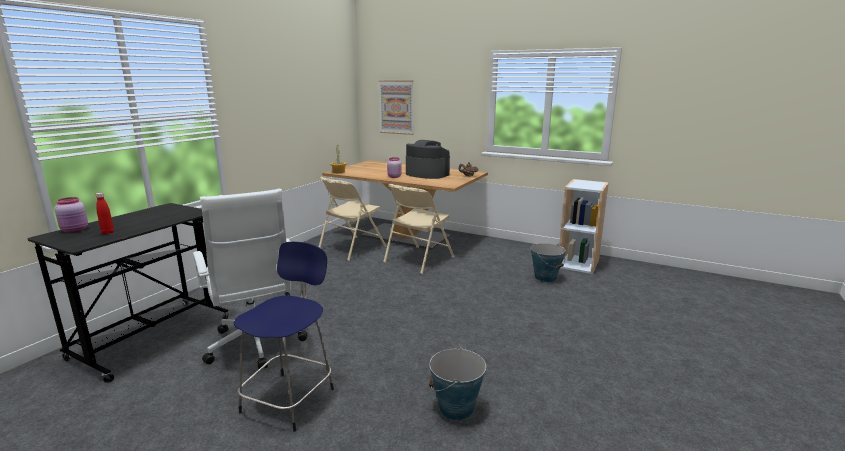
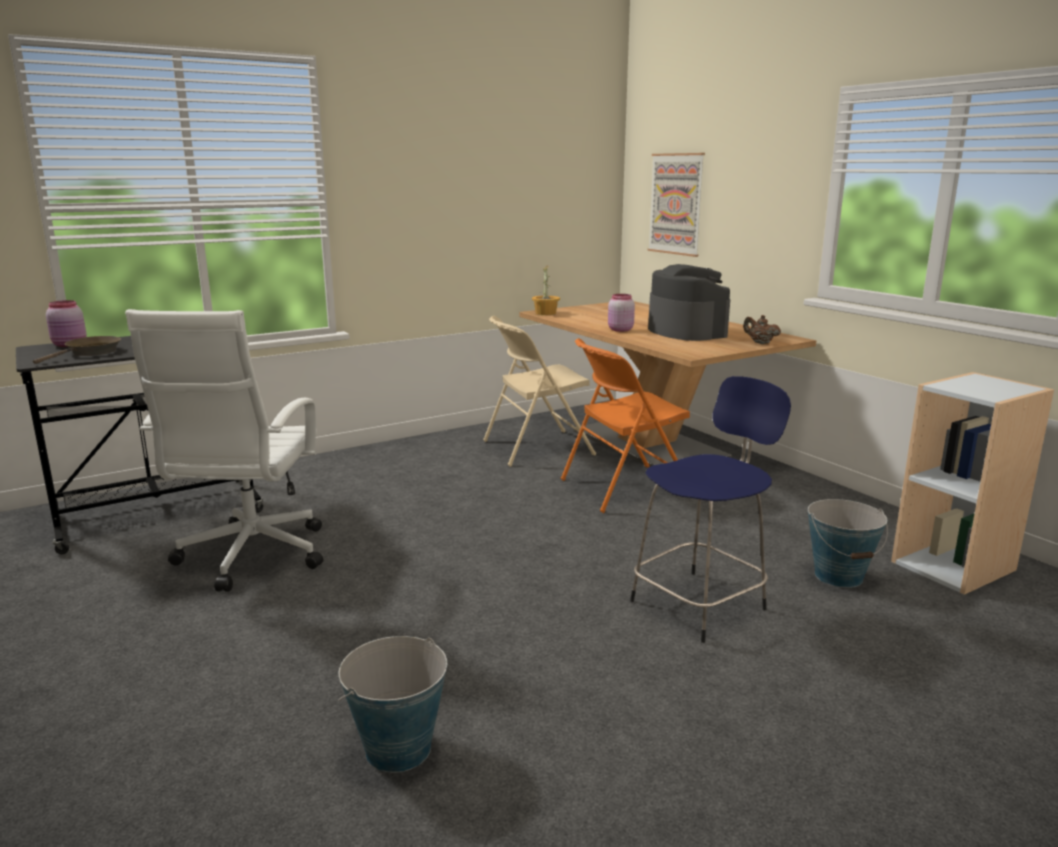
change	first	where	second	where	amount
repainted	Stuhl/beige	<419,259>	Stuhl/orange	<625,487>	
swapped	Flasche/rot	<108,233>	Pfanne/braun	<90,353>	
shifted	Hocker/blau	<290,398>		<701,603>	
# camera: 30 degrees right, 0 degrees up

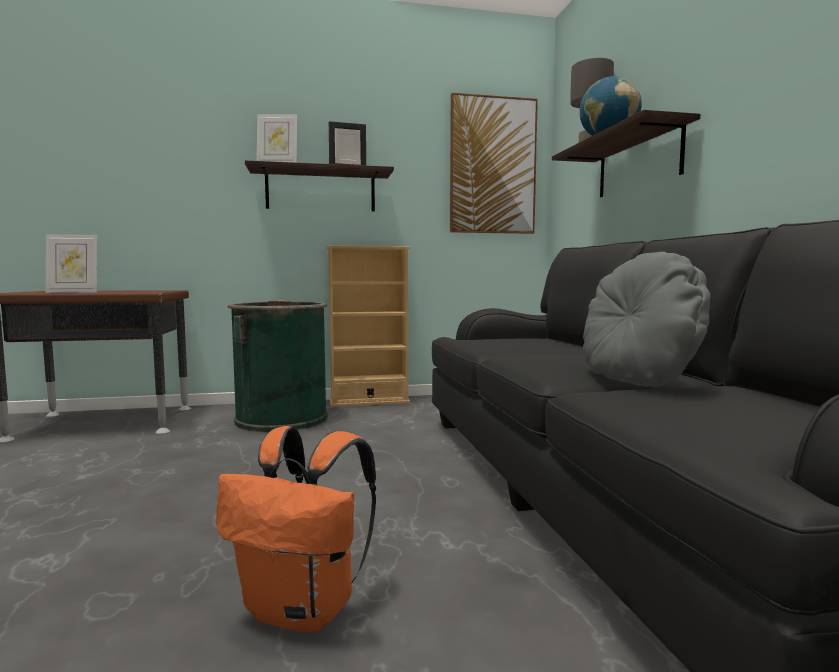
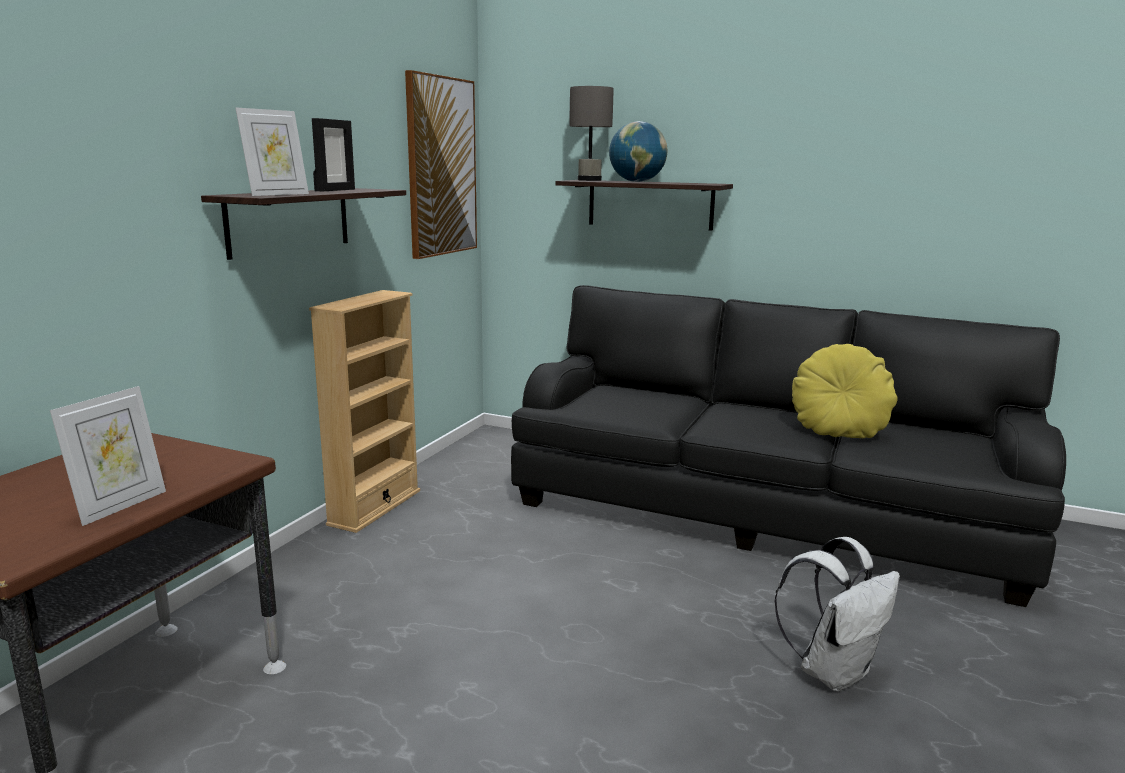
change	first	where	second	where	amount
repainted	Kissen/grau	<638,383>	Kissen/gelb	<838,434>	
gone	Mülleimer/grün	<282,419>			
repainted	Rucksack/orange	<304,610>	Rucksack/weiß	<833,671>	
# camera: 55 degrees left, 10 degrees up

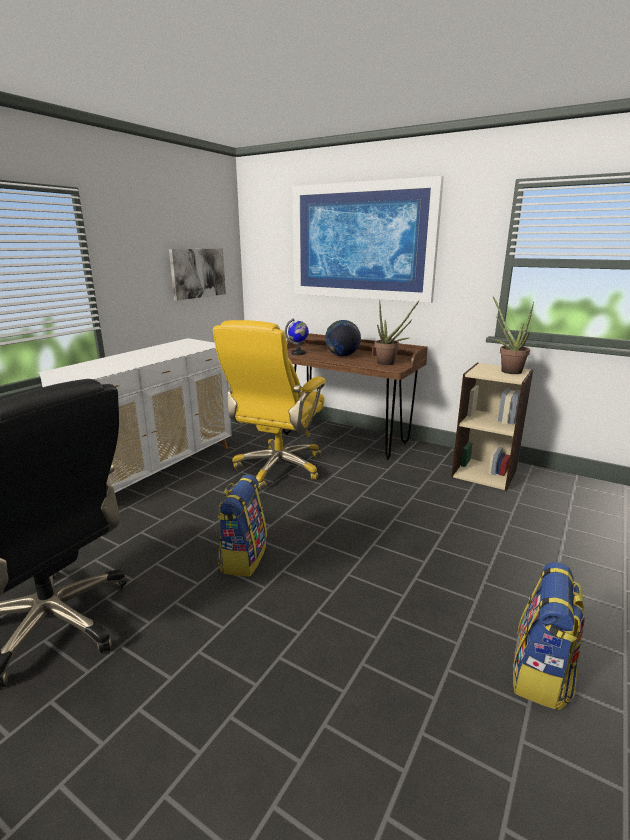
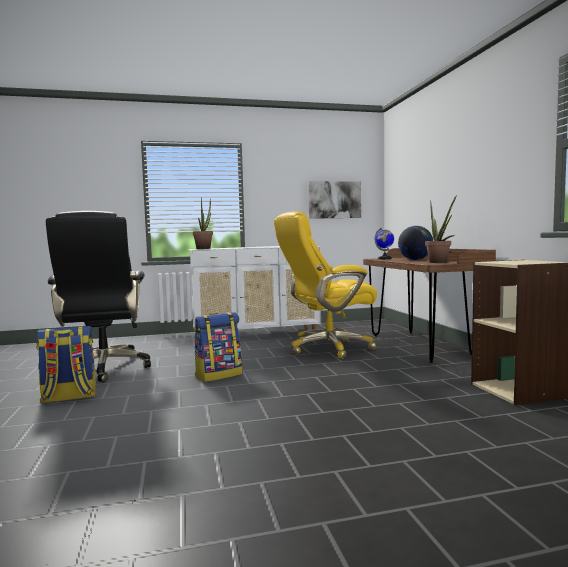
change	first	where	second	where	amount
gone	Bild	<361,242>			
shifted	Topfpflanze	<507,370>		<204,248>	
shifted	Rucksack	<541,675>		<69,397>	
# camera: 45 degrees right, 15 degrees down

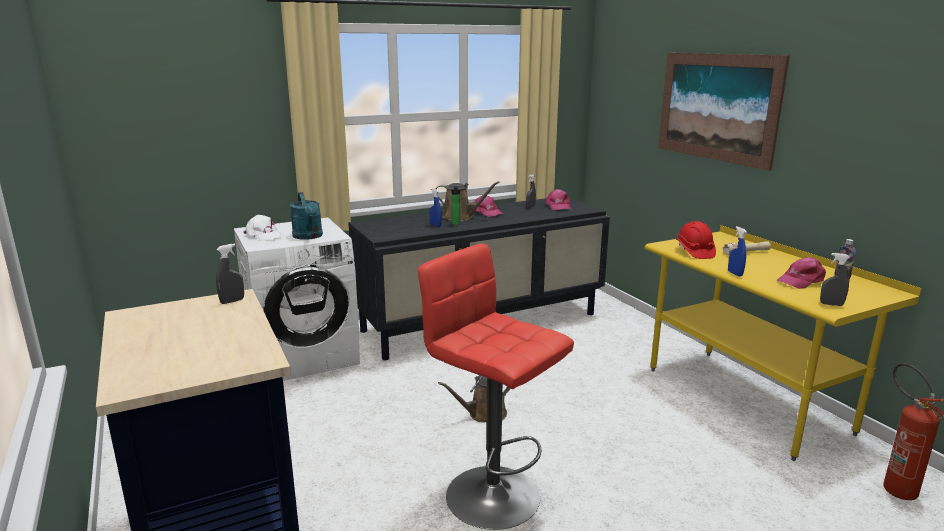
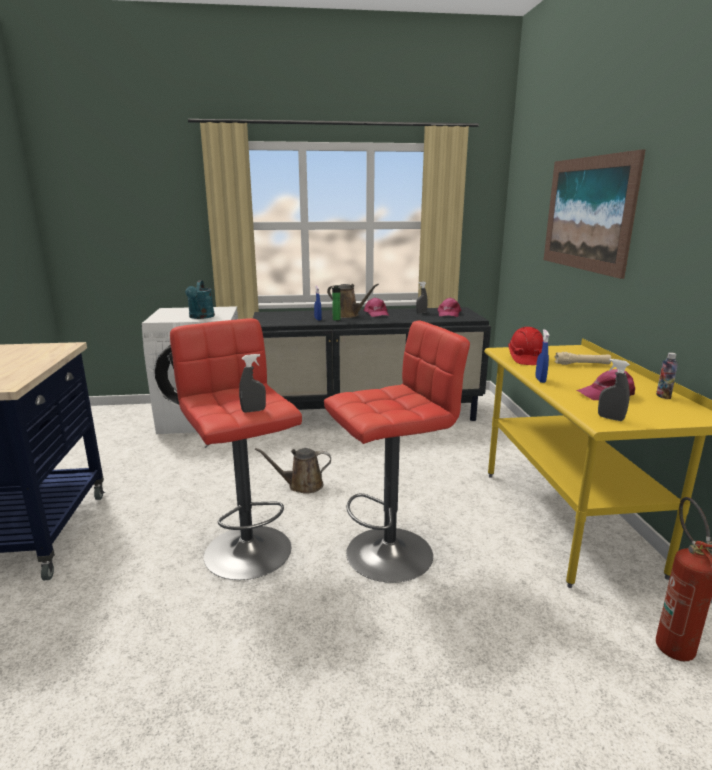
change	first	where	second	where	amount
gone	Kappe/weiß	<264,235>			
shifted	Sprühflasche/grau	<232,301>		<253,410>	
new			Hocker/rot	<390,554>	
# camera: 20 degrees right, 0 degrees up

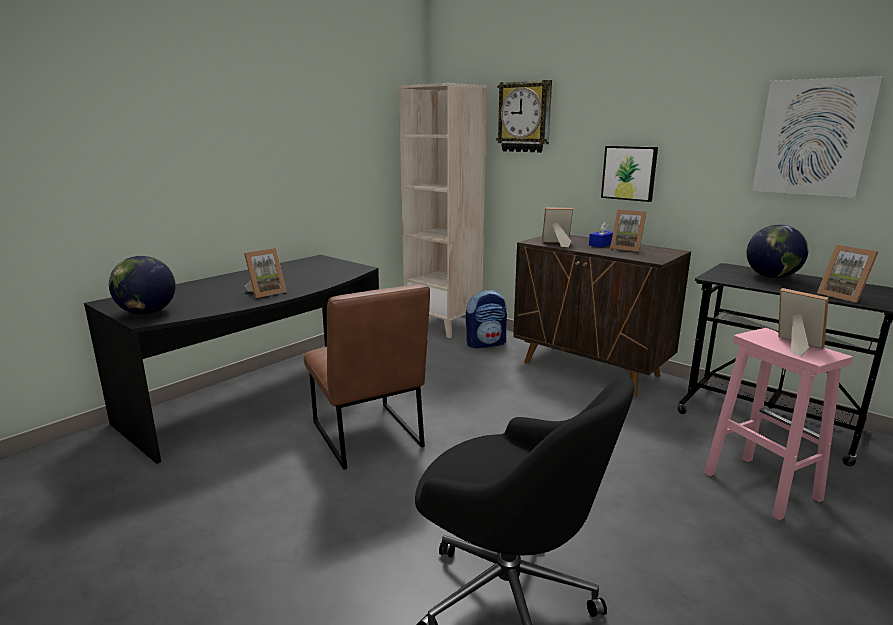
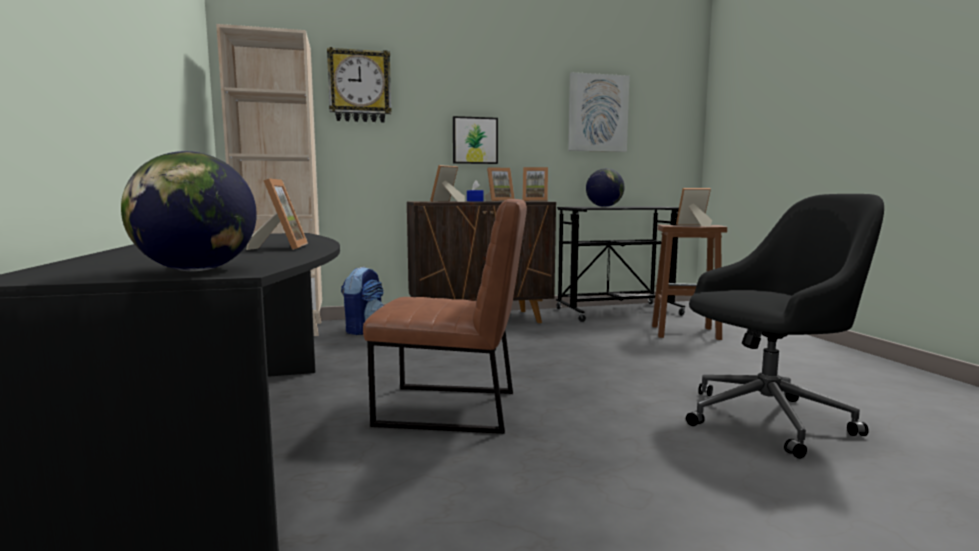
change	first	where	second	where	amount
shifted	Bilderrahmen	<843,296>		<535,201>	
repainted	Hocker/rosa	<759,485>	Hocker/braun	<684,332>	
# camera: 55 degrees left, 10 degrees down

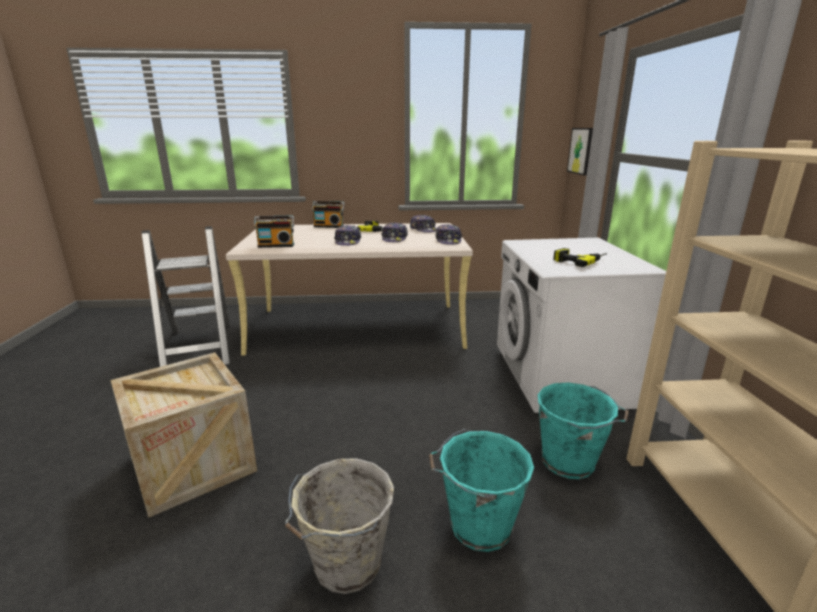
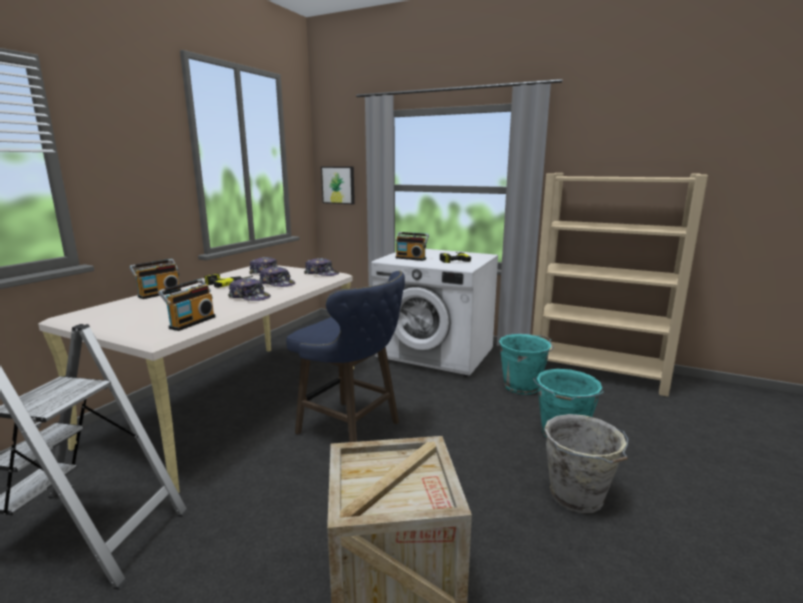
change	first	where	second	where	amount
new			Radio	<411,258>	
new			Hocker/blau	<352,429>	
# camera: 60 degrees left, 5 degrees down

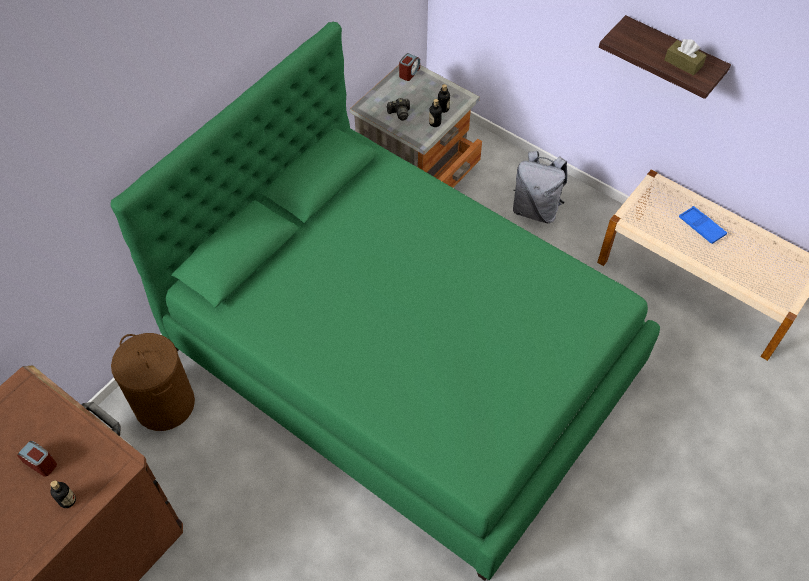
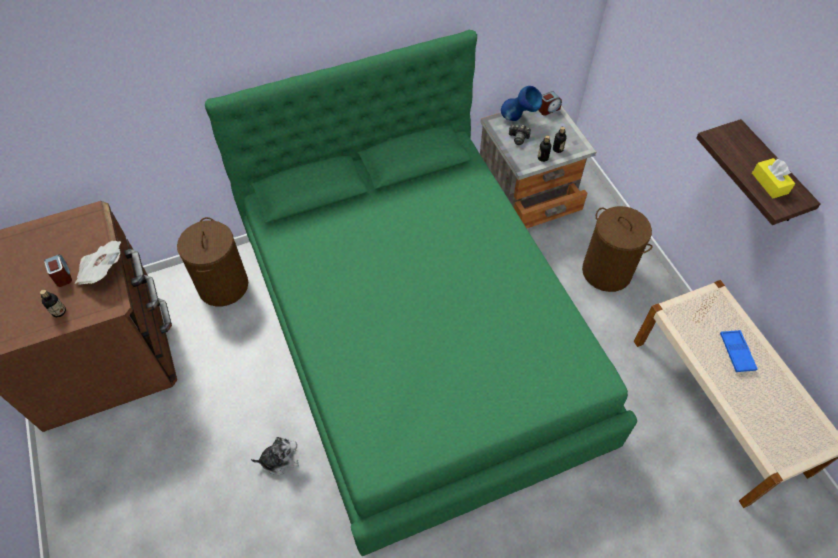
change	first	where	second	where	amount
repainted	Taschentuchbox/braun	<683,63>	Taschentuchbox/gelb	<769,183>	
swapped	Rucksack/grau	<536,209>	Wäschekorb/braun	<607,272>	
new			Vase/blau	<519,119>	
new			Zeitung	<103,271>	
new			Plüschtier	<280,459>	
# camera: 30 degrees right, 0 degrees up

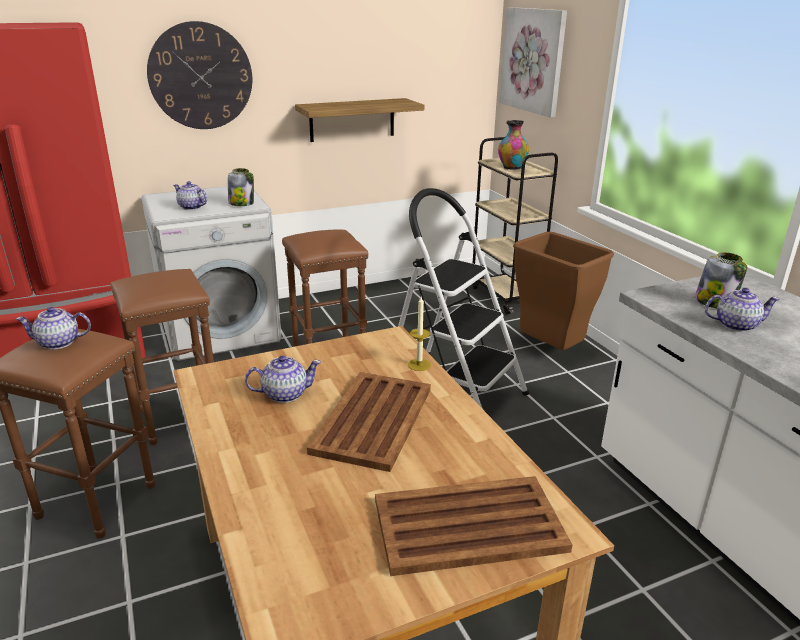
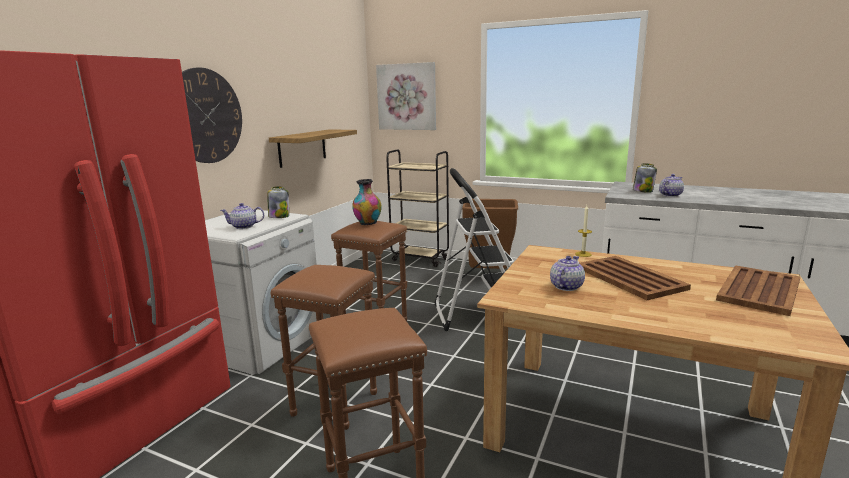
change	first	where	second	where	amount
shifted	Vase	<511,168>		<367,223>	
gone	Teekanne	<59,343>			
# camera: 40 degrees left, 10 degrees down

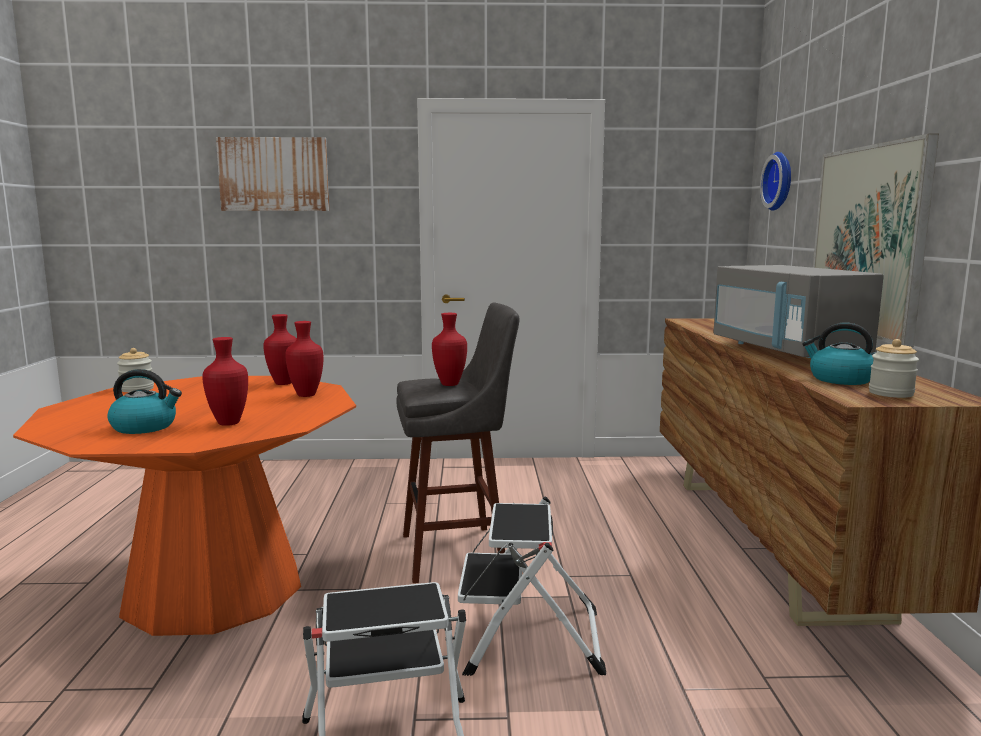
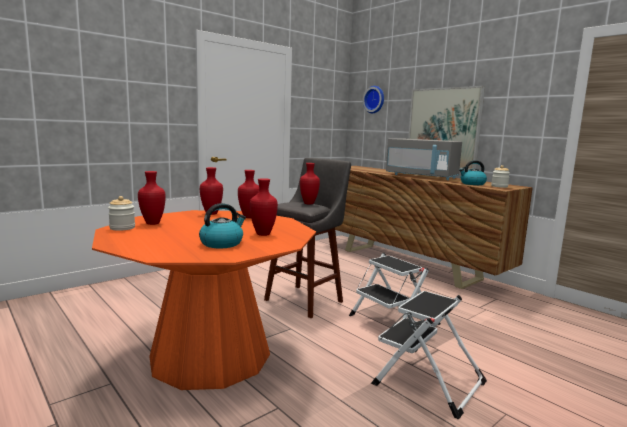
change	first	where	second	where	amount
gone	Bild	<274,174>			
new			Vase/rot	<153,223>	
# camera: 40 degrees left, 0 degrees up

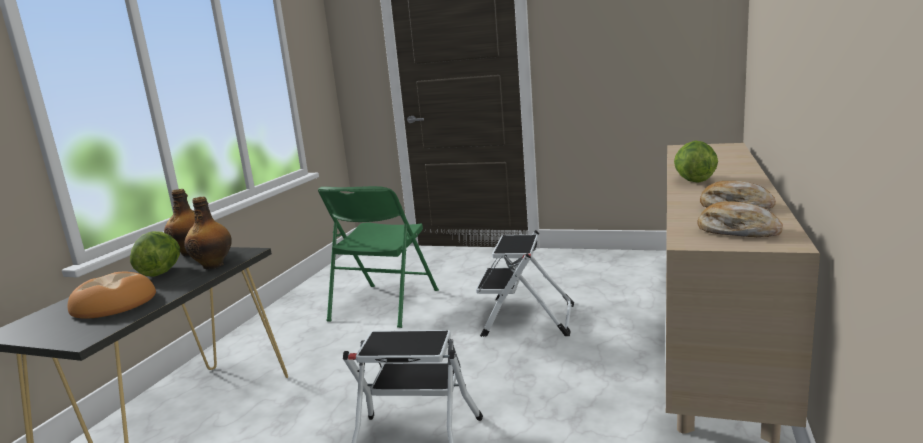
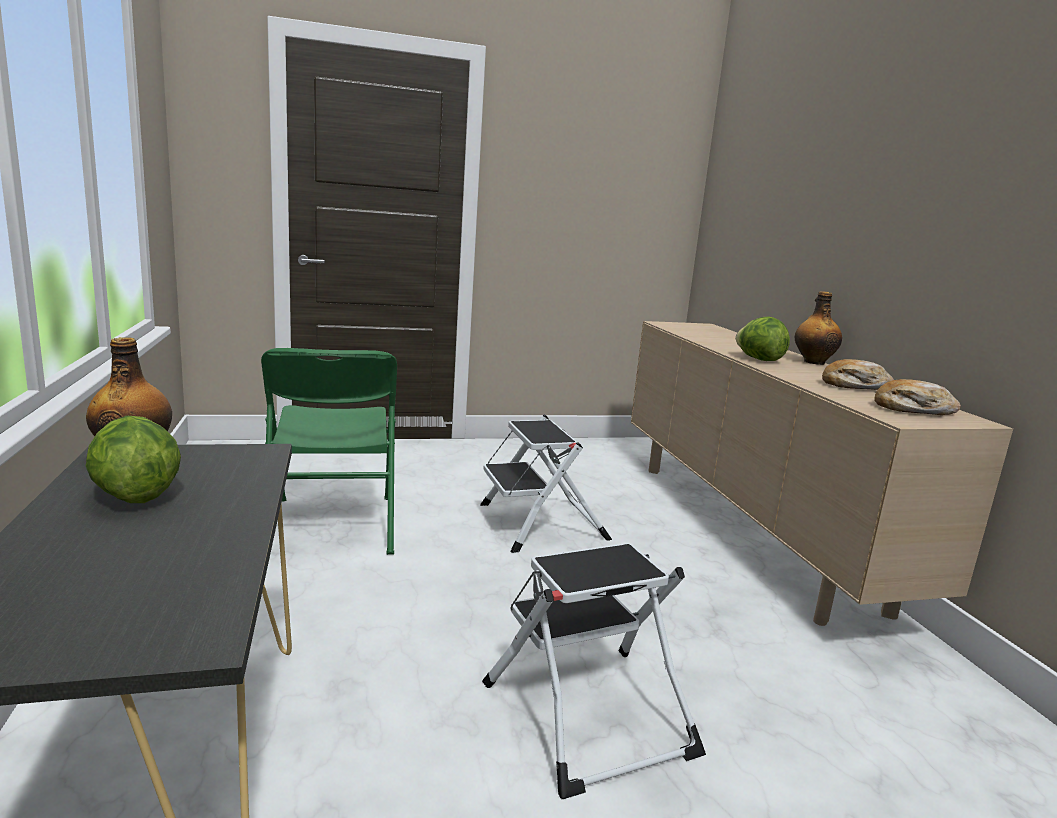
change	first	where	second	where	amount
shifted	Flasche	<213,265>		<813,362>	
gone	Brot	<115,303>			
# camera: 35 degrees left, 0 degrees up

